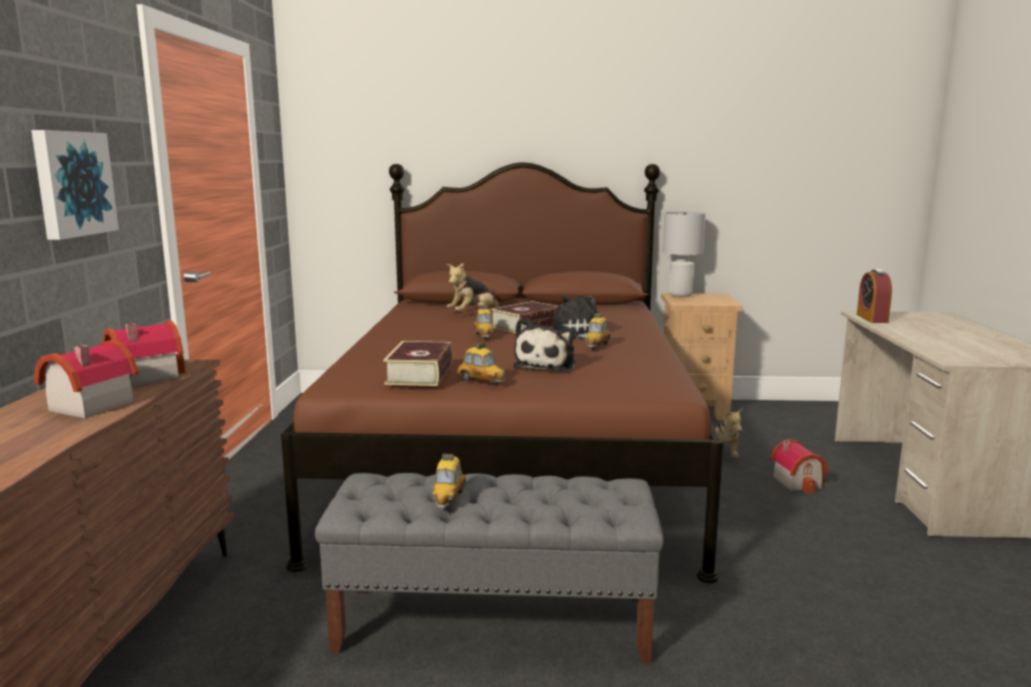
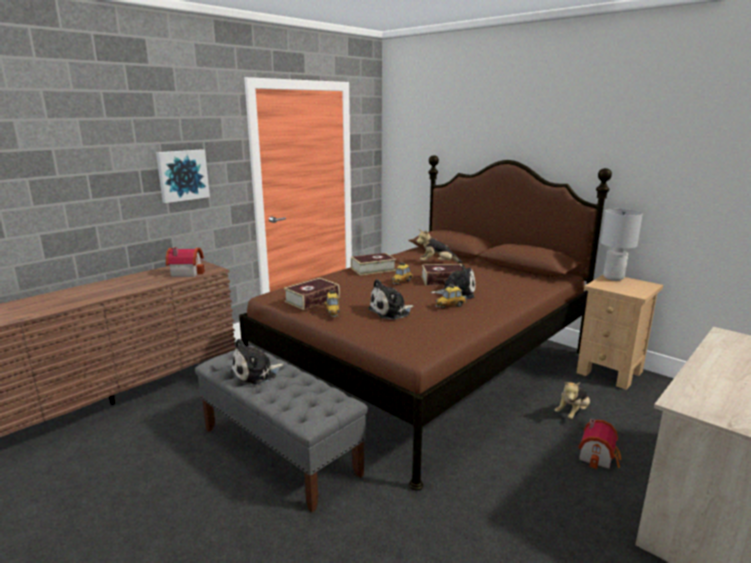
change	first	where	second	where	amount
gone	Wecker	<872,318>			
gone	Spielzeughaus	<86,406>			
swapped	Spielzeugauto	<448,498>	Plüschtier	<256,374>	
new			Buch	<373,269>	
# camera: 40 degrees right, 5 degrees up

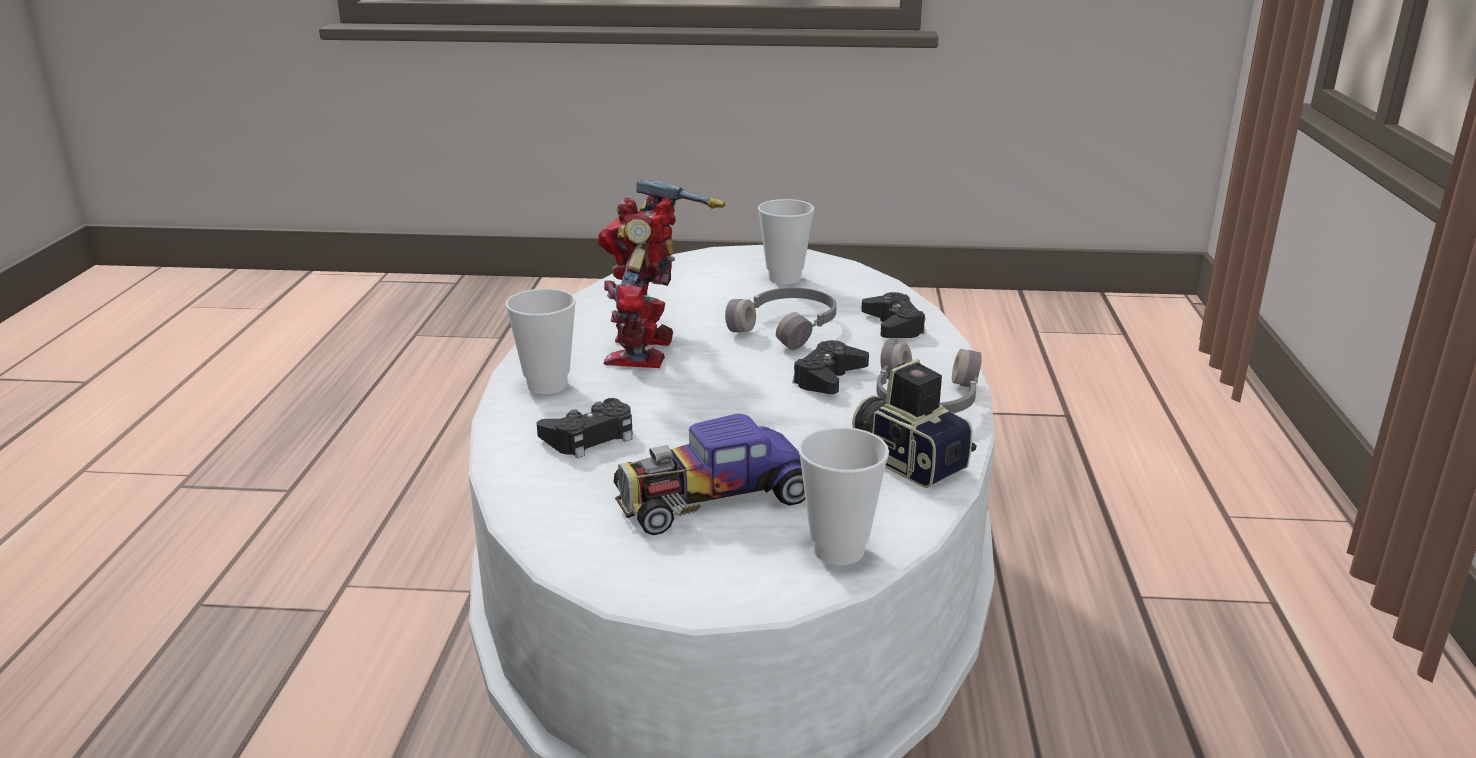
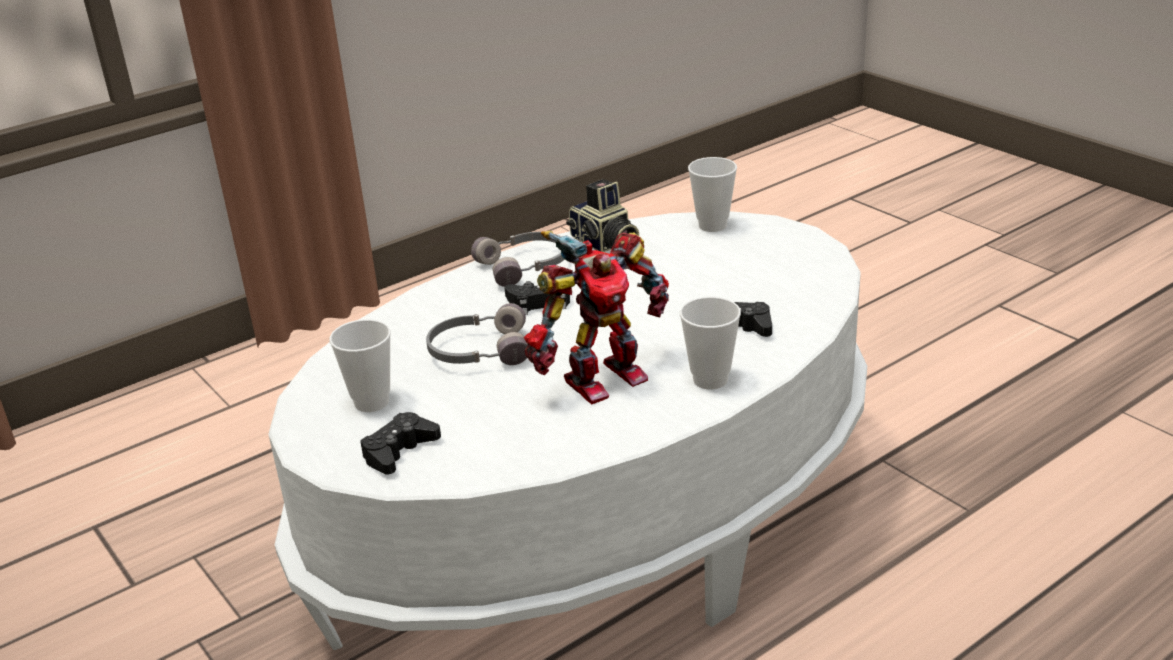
change	first	where	second	where	amount
shifted	Gamepad/schwarz	<893,325>		<399,451>	
rotated	Kamera	<909,460>		<604,244>	45 degrees counterclockwise
gone	Spielzeugauto	<712,496>			
# camera: 130 degrees left, 5 degrees up

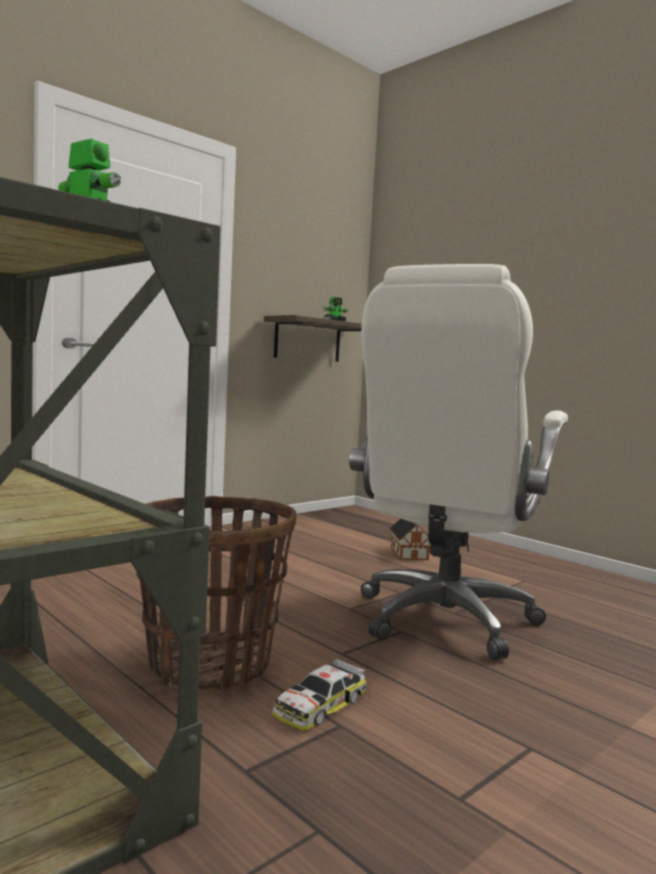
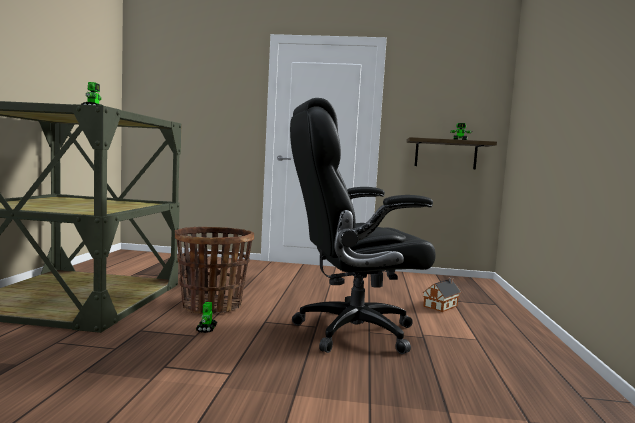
change	first	where	second	where	amount
repainted	Bürostuhl/weiß	<444,620>	Bürostuhl/schwarz	<352,332>	
swapped	Spielzeugauto	<319,706>	Spielzeugroboter	<206,329>	
# camera: 50 degrees right, 0 degrees up

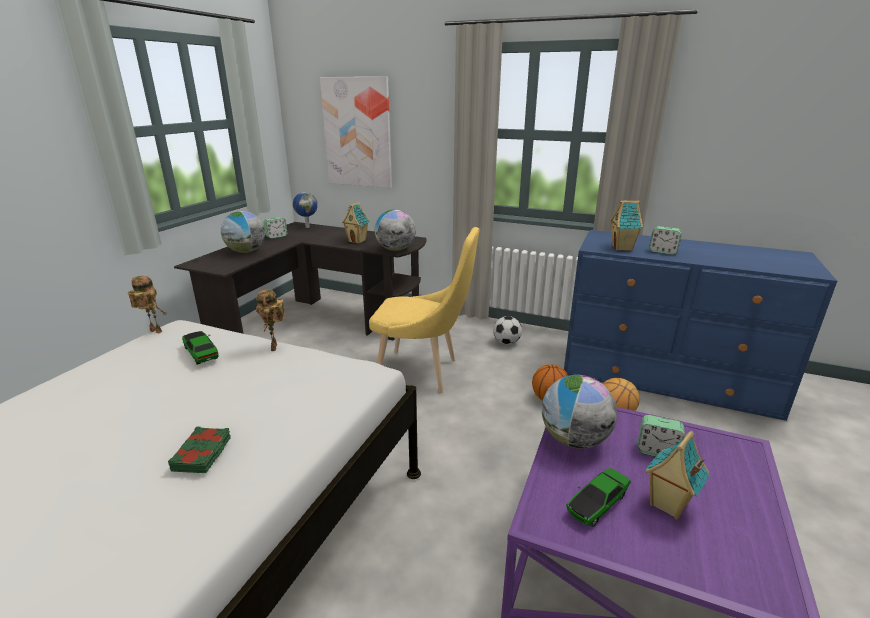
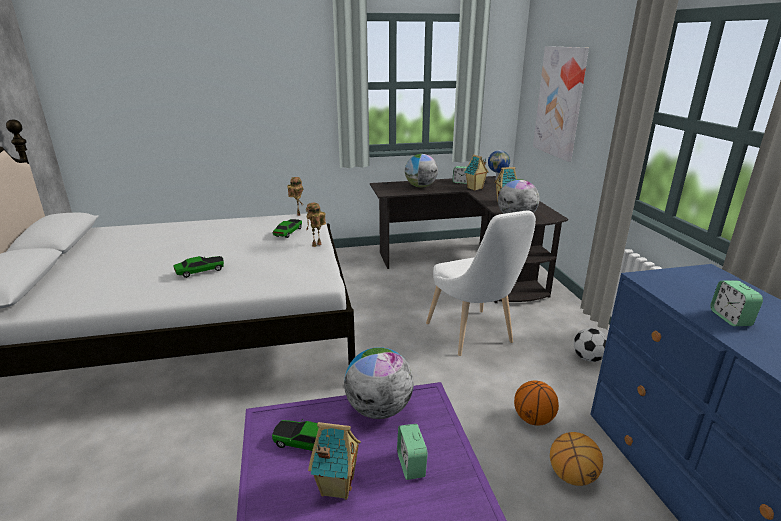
change	first	where	second	where	amount
shifted	Spielzeughaus	<623,248>		<475,188>	
repainted	Stuhl/gelb	<423,373>	Stuhl/weiß	<472,336>	
swapped	Buch/grün	<203,454>	Spielzeugauto	<200,271>	
# camera: 55 degrees right, 0 degrees up

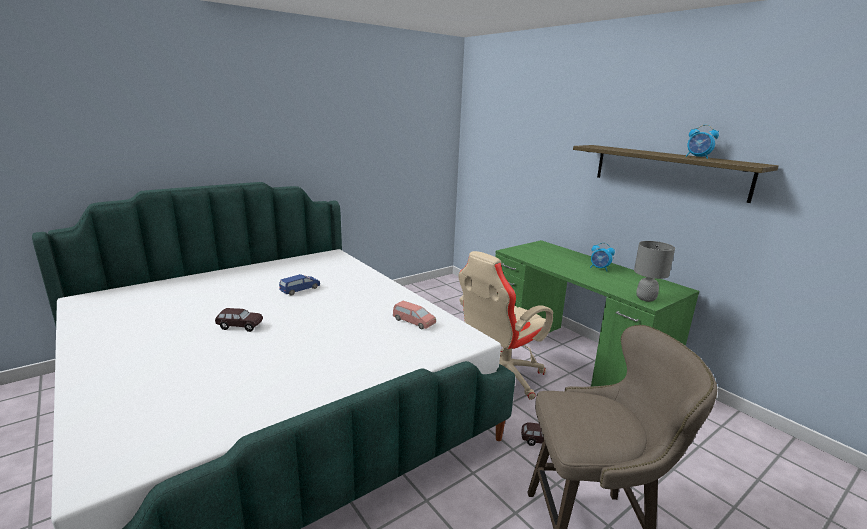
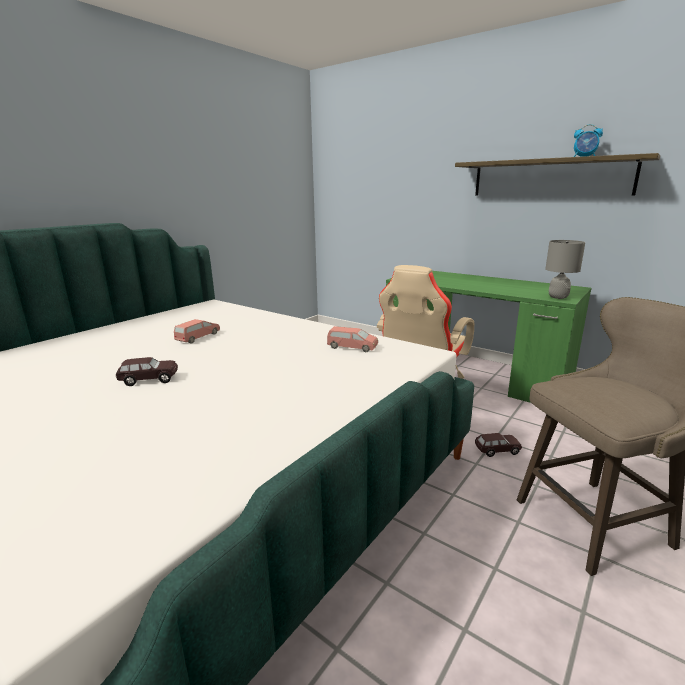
change	first	where	second	where	amount
gone	Wecker	<599,268>			
repainted	Spielzeugauto/blau	<300,290>	Spielzeugauto/rosa	<198,337>	
# camera: 15 degrees left, 0 degrees up

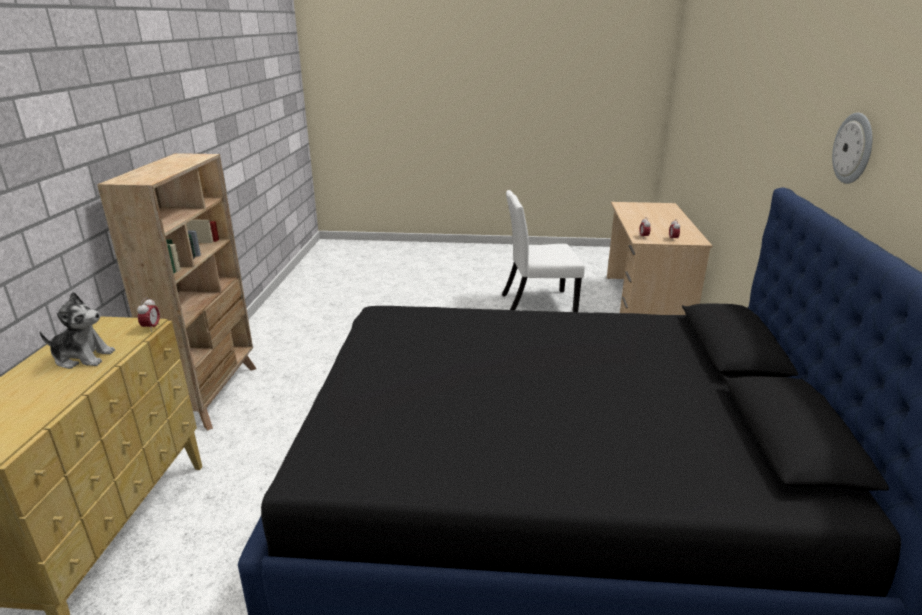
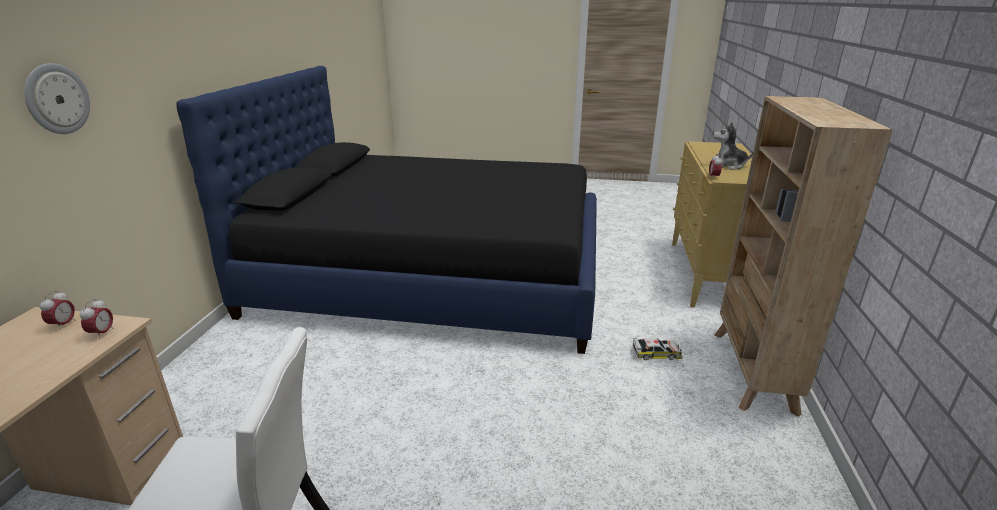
change	first	where	second	where	amount
shifted	Wanduhr	<854,148>		<56,99>	
new			Spielzeugauto	<656,354>	
# camera: 175 degrees left, 0 degrees up

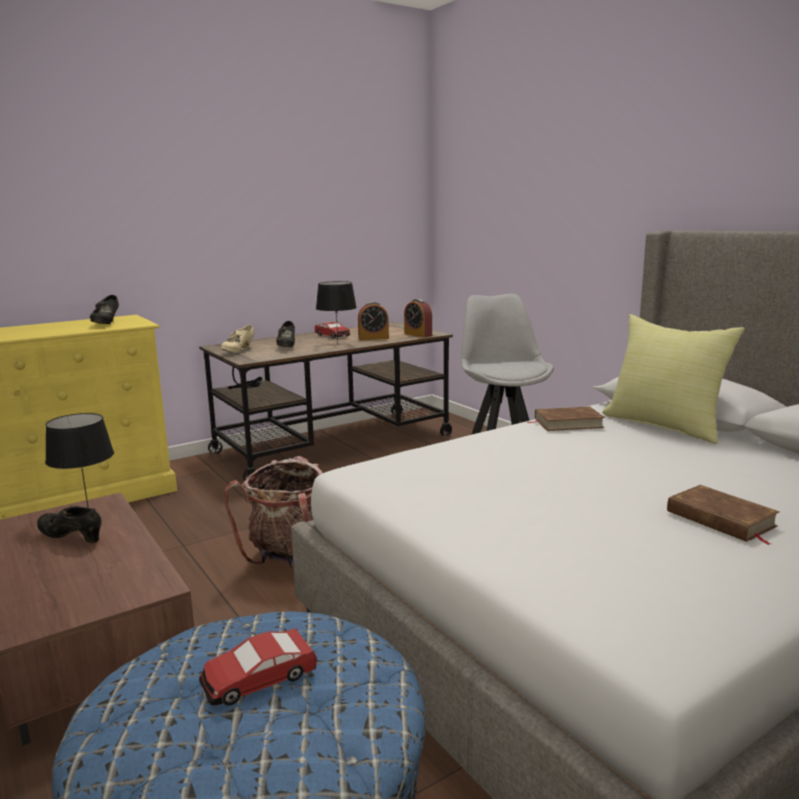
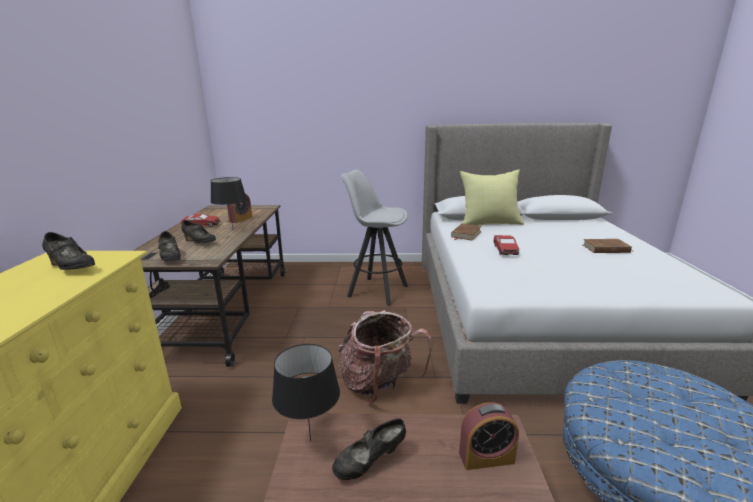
change	first	where	second	where	amount
shifted	Wecker	<418,335>		<486,457>	
repainted	Schuh/beige	<238,351>	Schuh/schwarz	<170,258>	
shifted	Spielzeugauto	<258,678>		<505,250>	
# camera: 55 degrees left, 5 degrees up

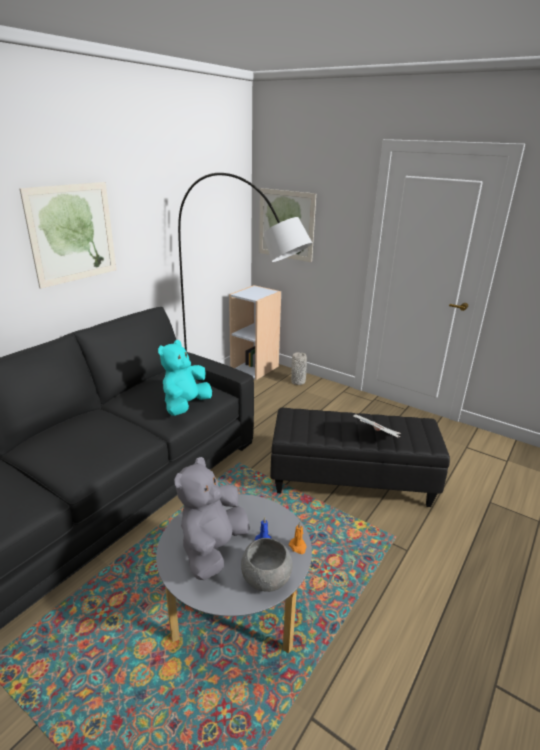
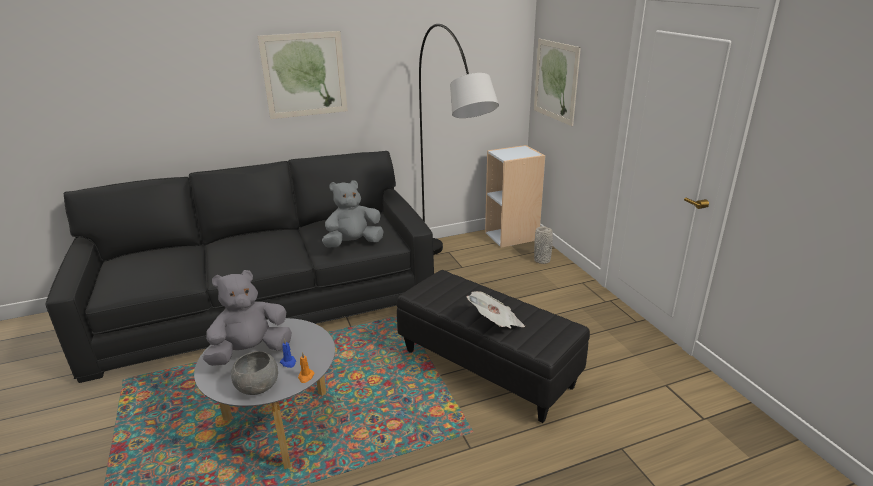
change	first	where	second	where	amount
repainted	Plüschtier/türkis	<185,406>	Plüschtier/grau	<353,243>	
# camera: 35 degrees right, 0 degrees up

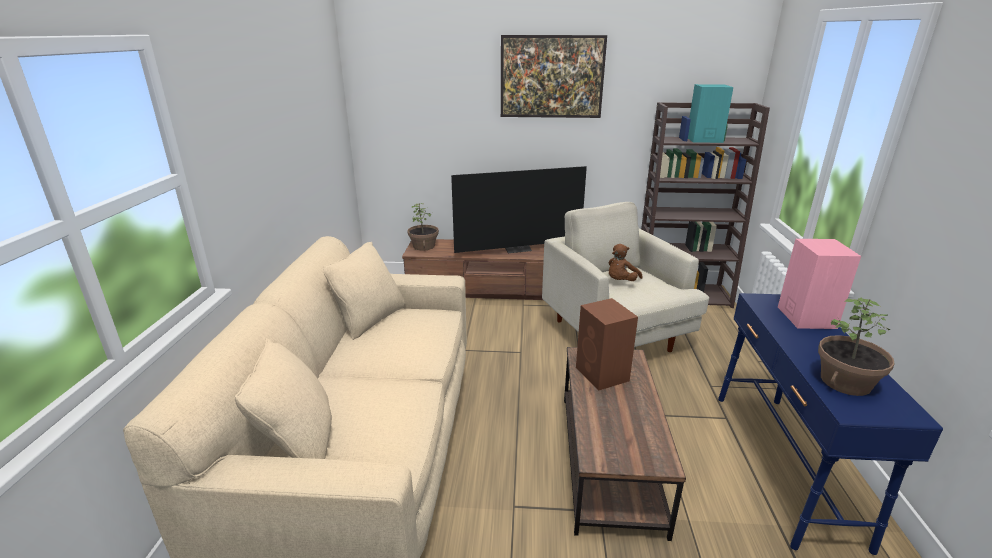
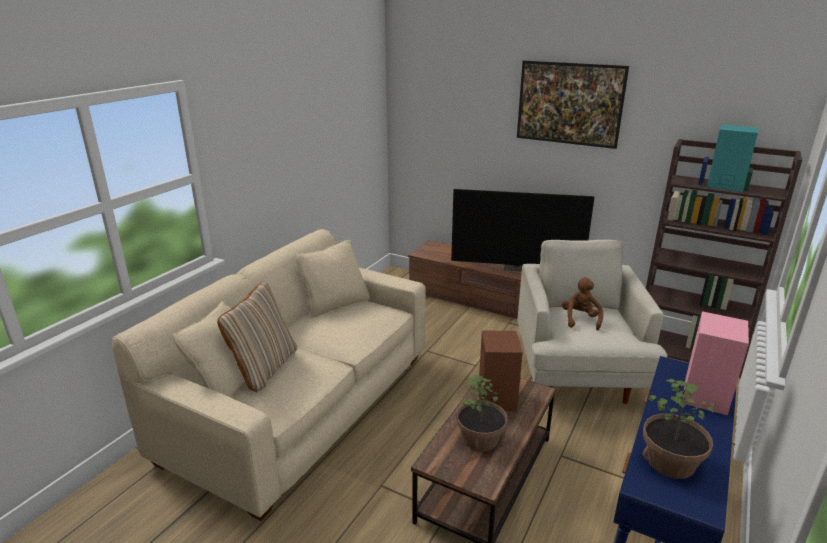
change	first	where	second	where	amount
shifted	Topfpflanze	<424,246>		<480,439>	
rotated	Plüschtier/braun	<621,281>		<580,319>	120 degrees clockwise
new			Kissen/beige	<264,368>	
# camera: 25 degrees right, 0 degrees up

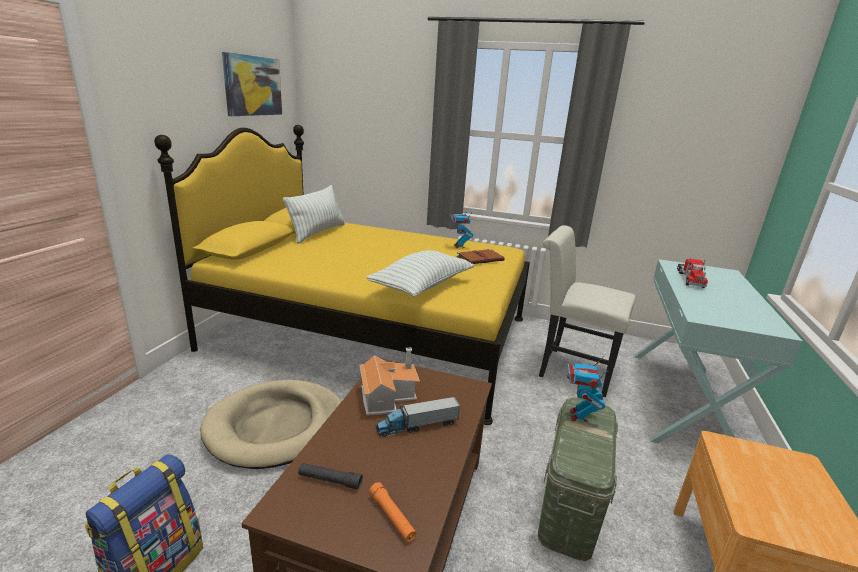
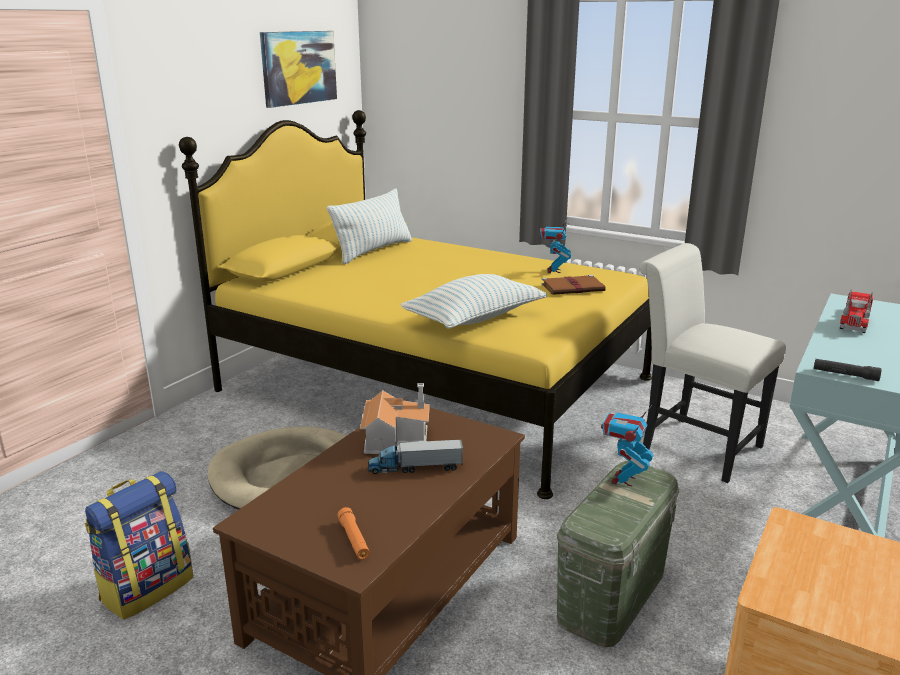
change	first	where	second	where	amount
shifted	Taschenlampe/schwarz	<330,480>		<845,375>	
# camera: 15 degrees right, 0 degrees up

